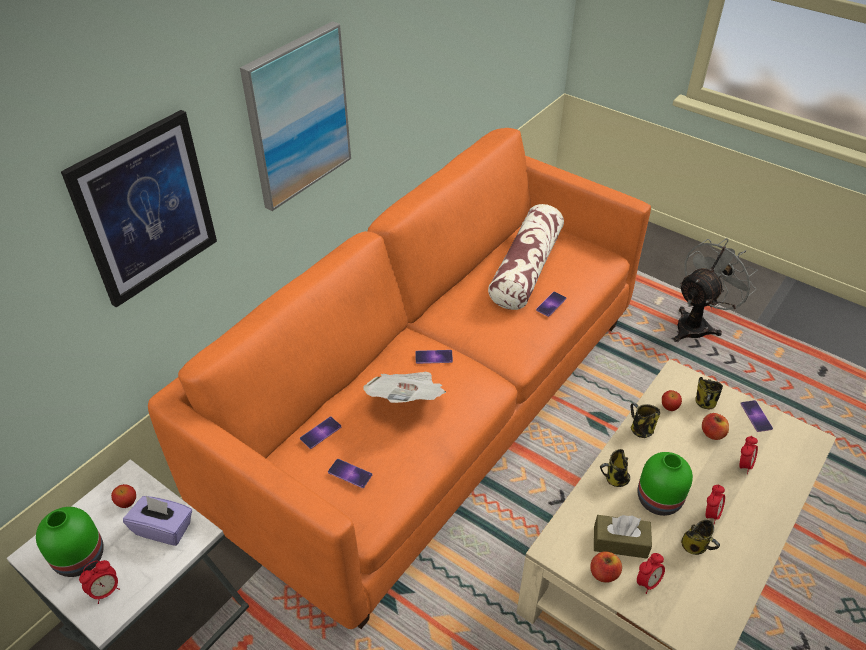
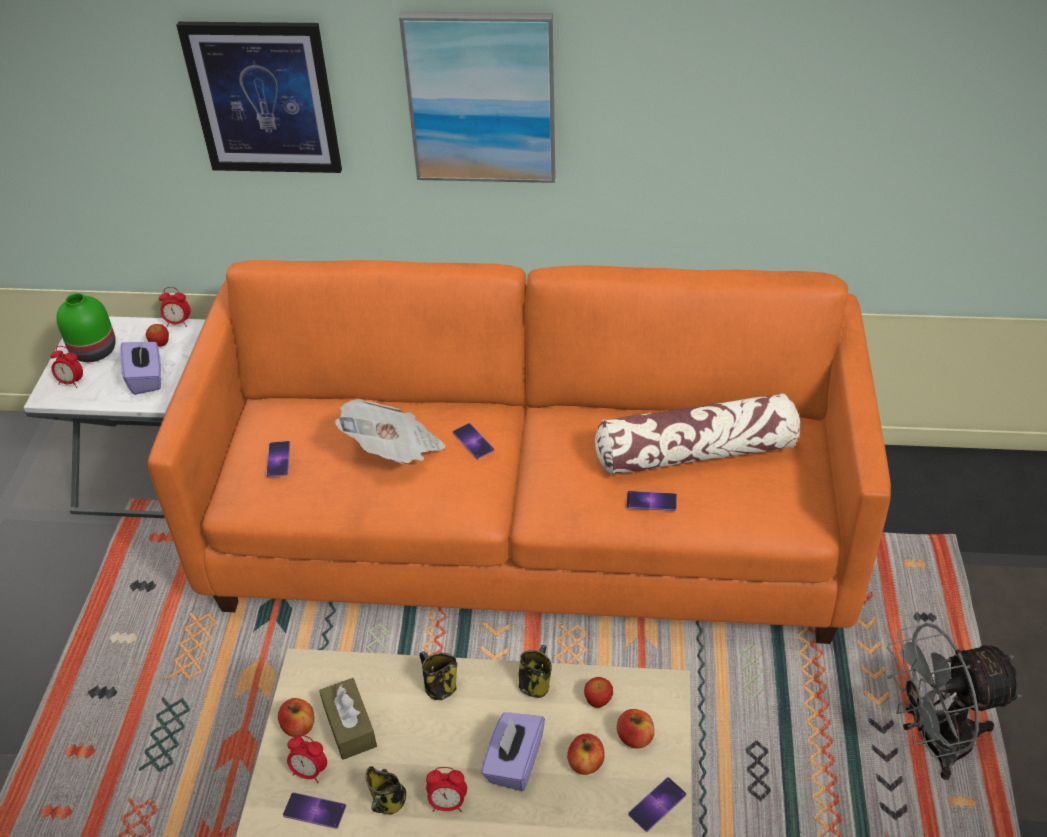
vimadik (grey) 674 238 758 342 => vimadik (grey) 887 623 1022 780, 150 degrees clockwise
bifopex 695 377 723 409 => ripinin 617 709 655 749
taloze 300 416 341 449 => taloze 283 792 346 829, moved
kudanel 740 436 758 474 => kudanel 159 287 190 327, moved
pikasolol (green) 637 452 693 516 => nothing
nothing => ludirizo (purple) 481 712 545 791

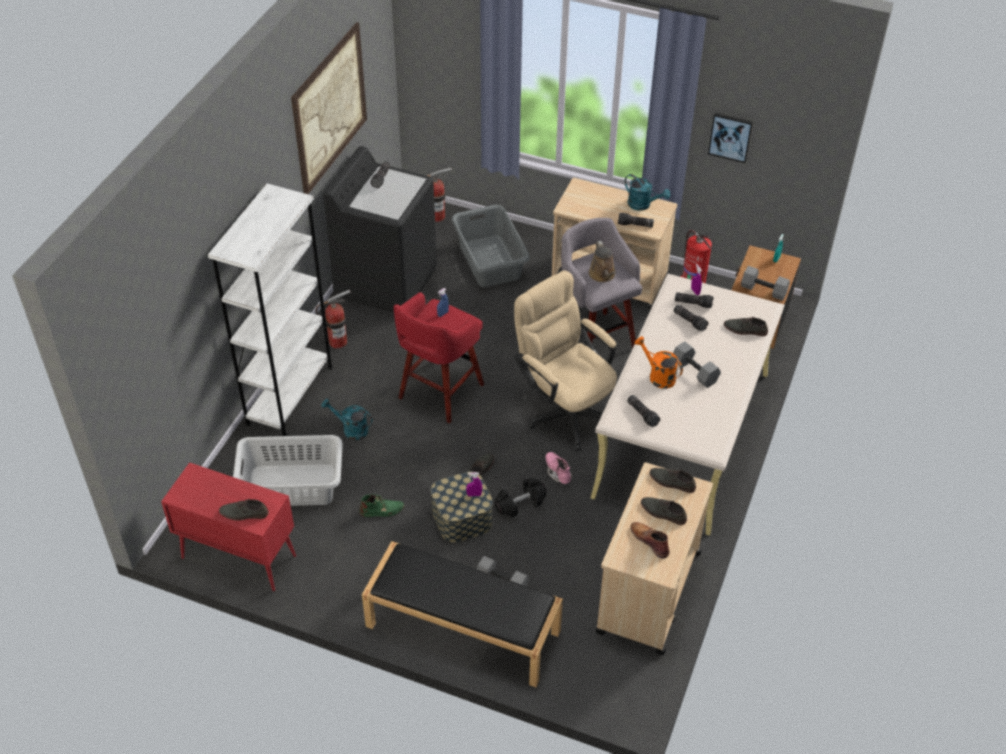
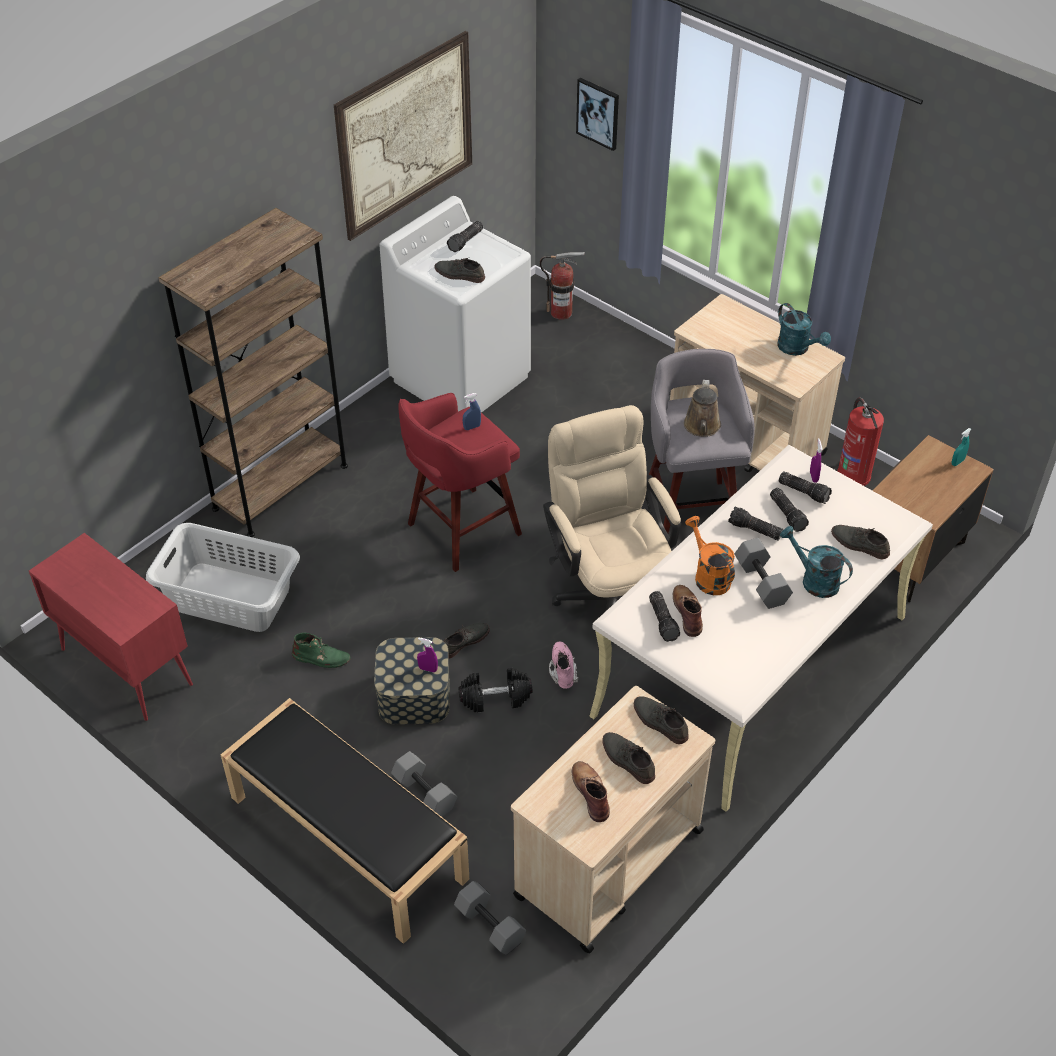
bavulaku 708 113 753 163 => bavulaku 576 78 619 151, moved
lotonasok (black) 323 146 437 313 => lotonasok (white) 379 196 531 413
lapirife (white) 208 183 333 436 => lapirife (brown) 158 208 348 537
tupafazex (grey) 451 205 530 287 => nothing
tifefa 618 213 654 228 => tifefa 728 507 783 541, moved
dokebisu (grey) 741 266 790 301 => dokebisu (grey) 454 881 526 955, moved
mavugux 315 290 351 348 => nothing
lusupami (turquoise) 321 399 373 440 => lusupami (turquoise) 780 526 853 598, moved
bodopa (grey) 219 498 269 521 => bodopa (grey) 434 258 485 283, moved
nothing => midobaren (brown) 673 585 703 637

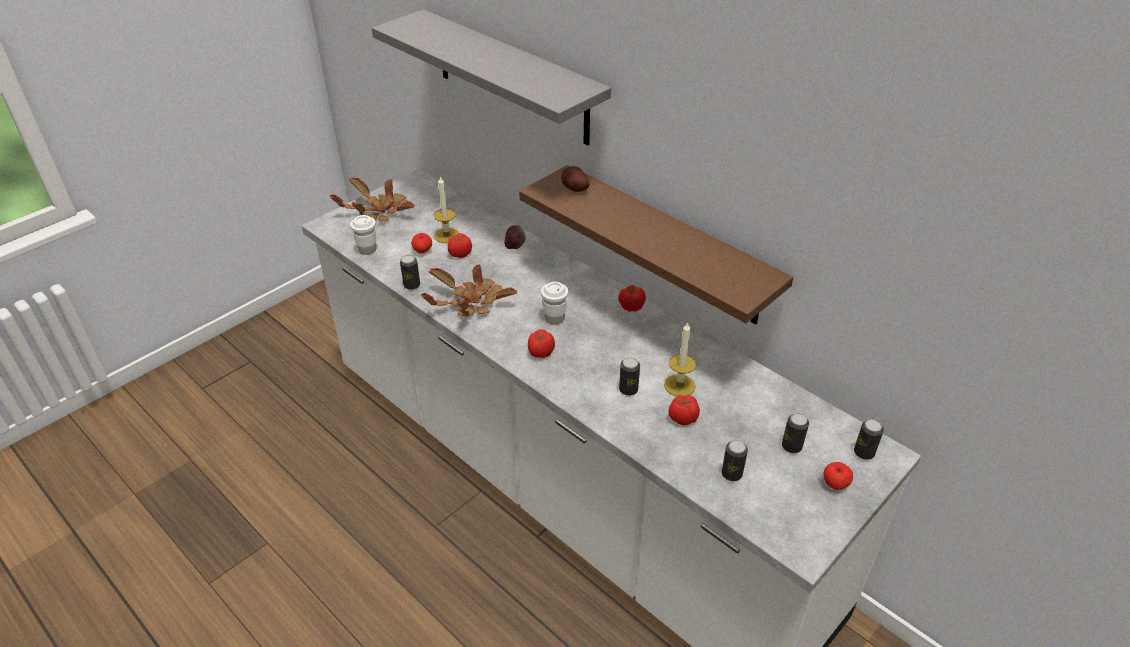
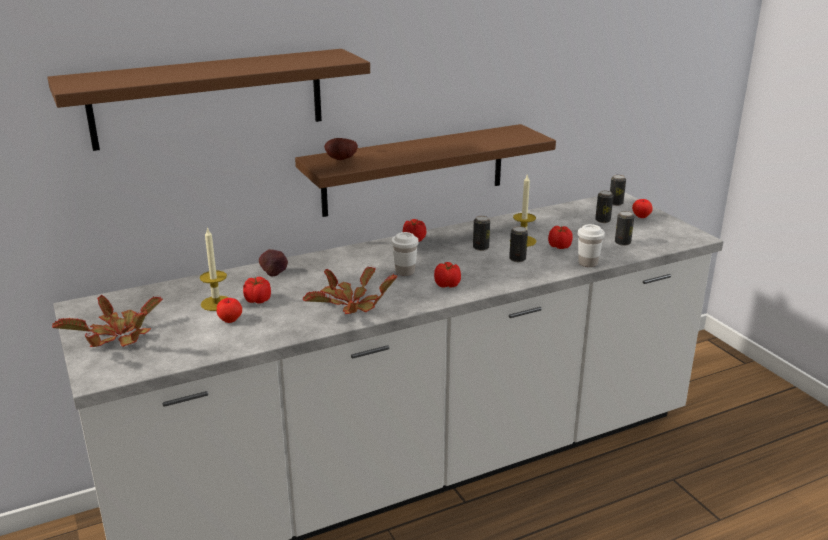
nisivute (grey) 372 9 611 146 => nisivute (brown) 47 49 370 151
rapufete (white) 350 215 377 255 => rapufete (white) 578 224 605 267, moved
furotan 400 255 420 290 => furotan 473 216 490 251, moved

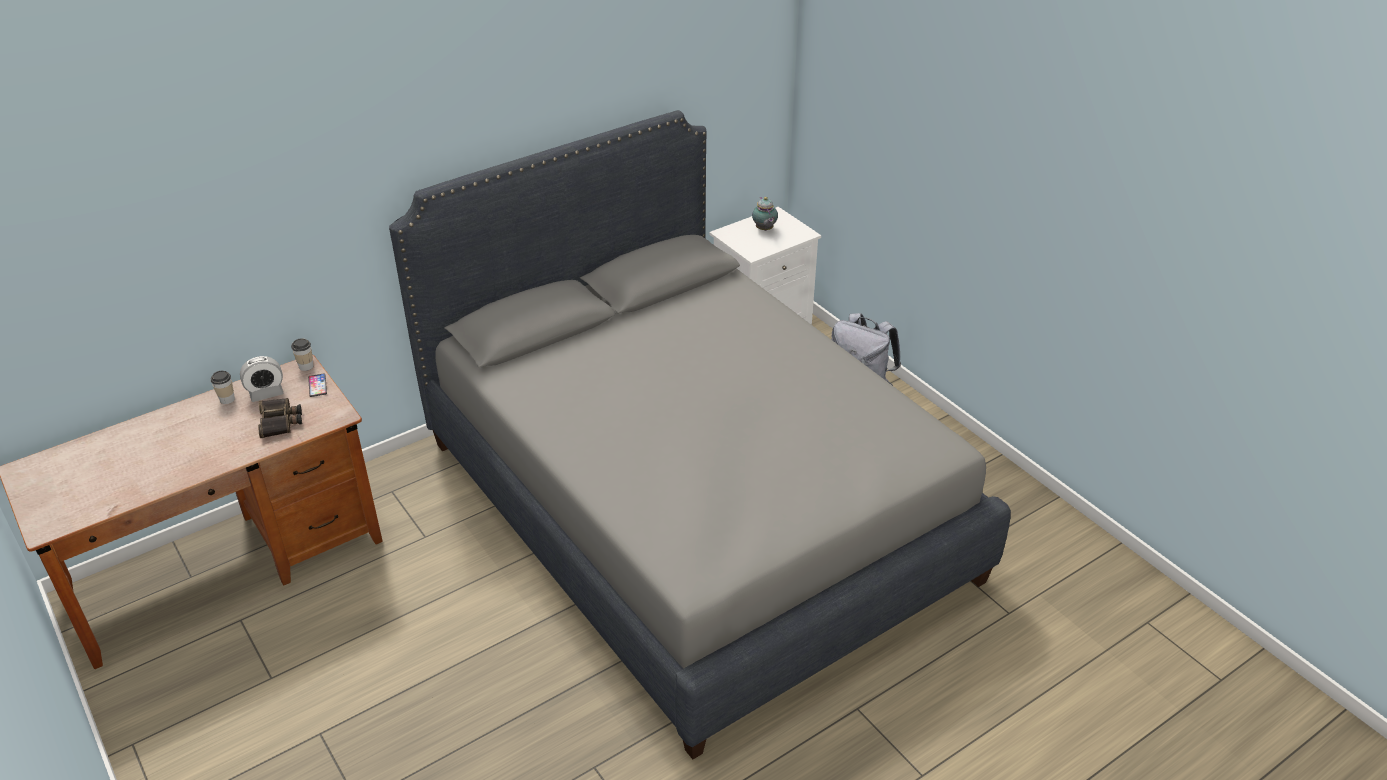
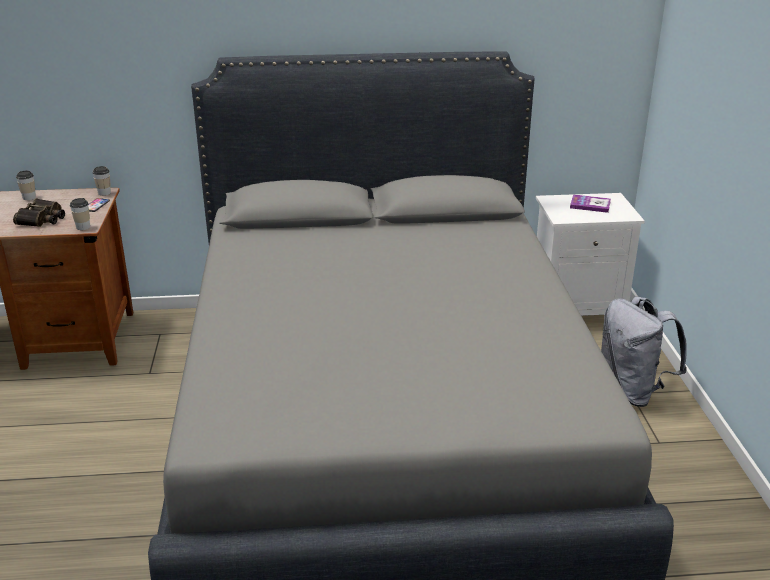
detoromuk 752 197 778 231 => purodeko 570 194 611 213
kudanel 240 356 284 402 => nothing
nothing => rapufete 70 198 90 230

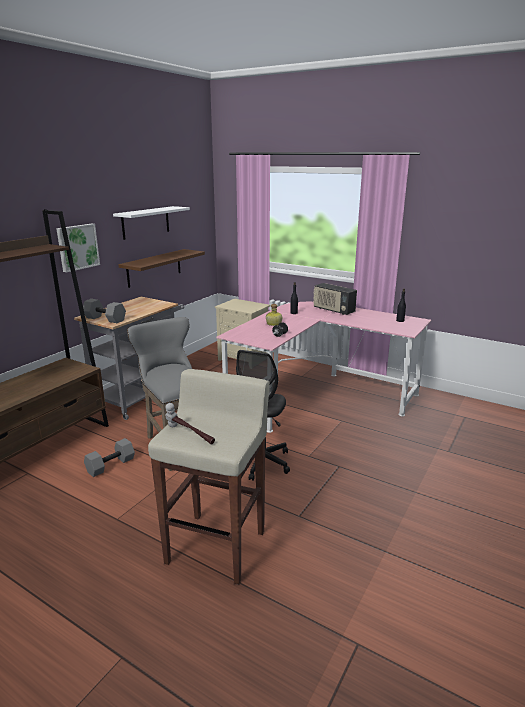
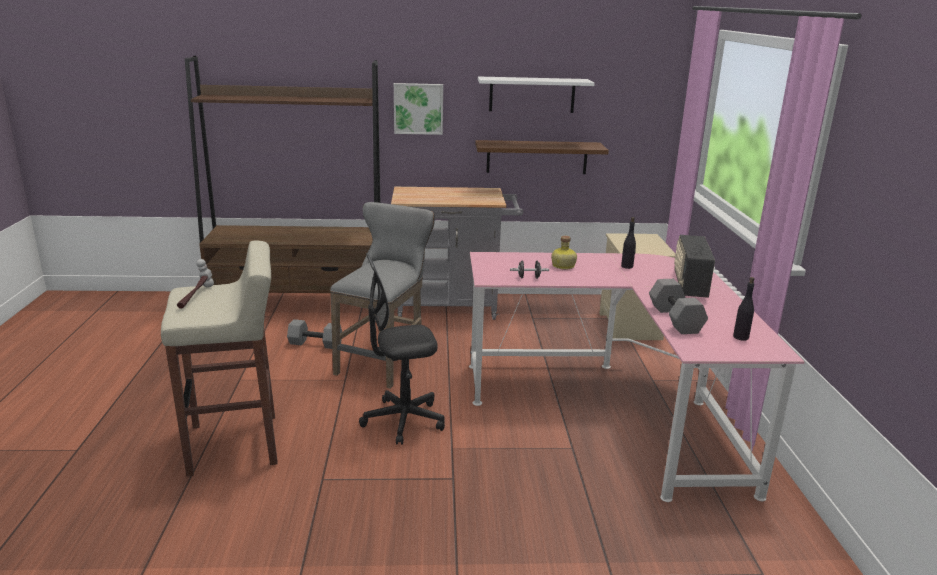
dokebisu (grey) 83 299 126 323 => dokebisu (grey) 649 279 708 334, moved

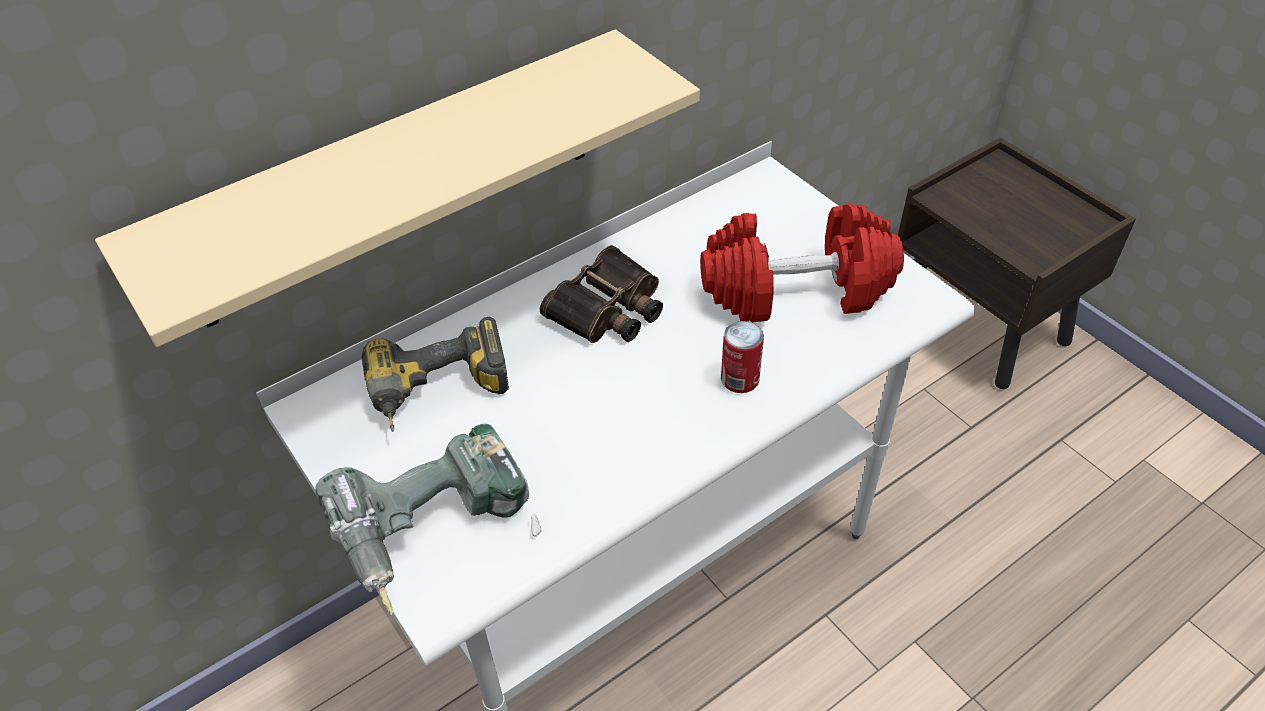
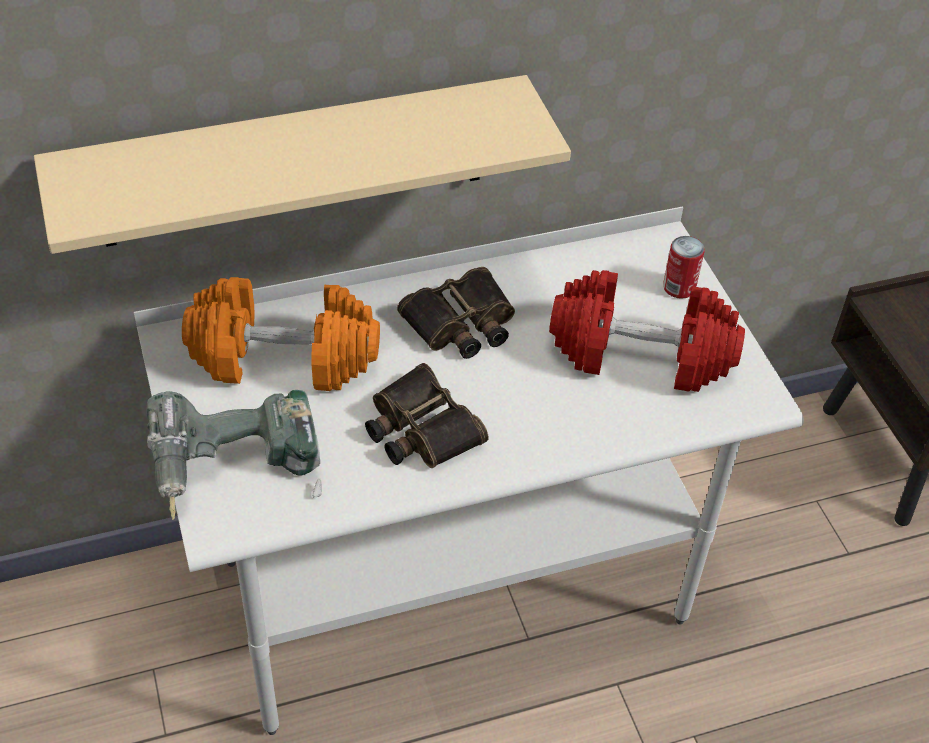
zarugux 362 317 509 432 => dokebisu (orange) 182 277 380 391
furotan 721 321 764 393 => furotan 663 236 705 299, moved
nothing => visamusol 365 363 488 468

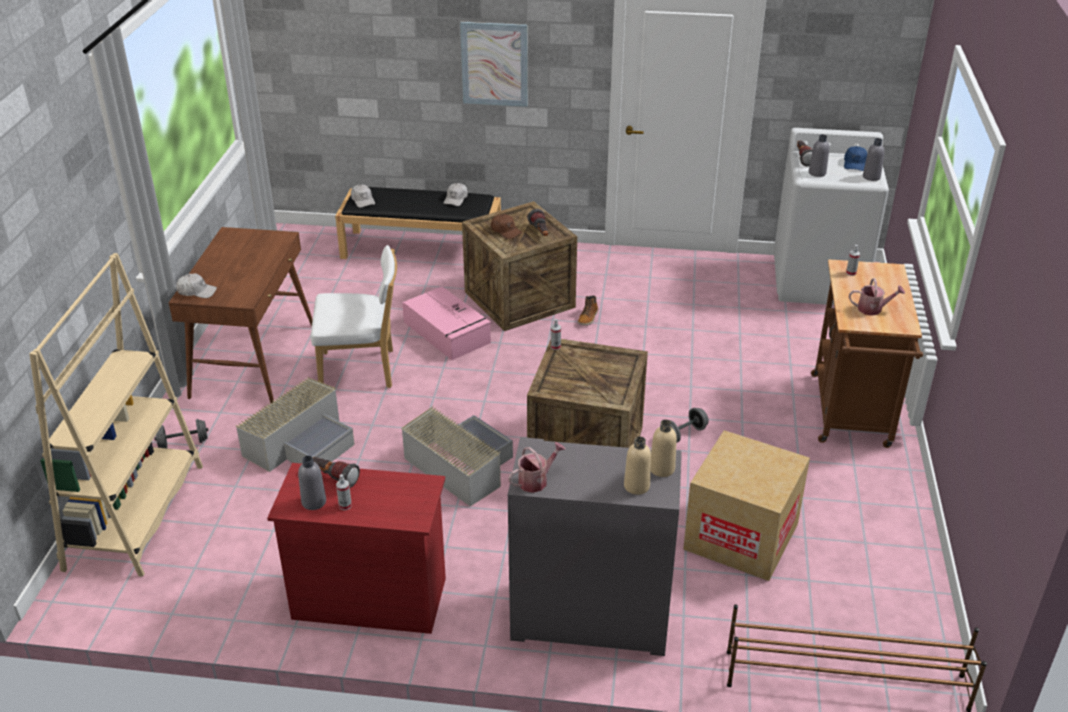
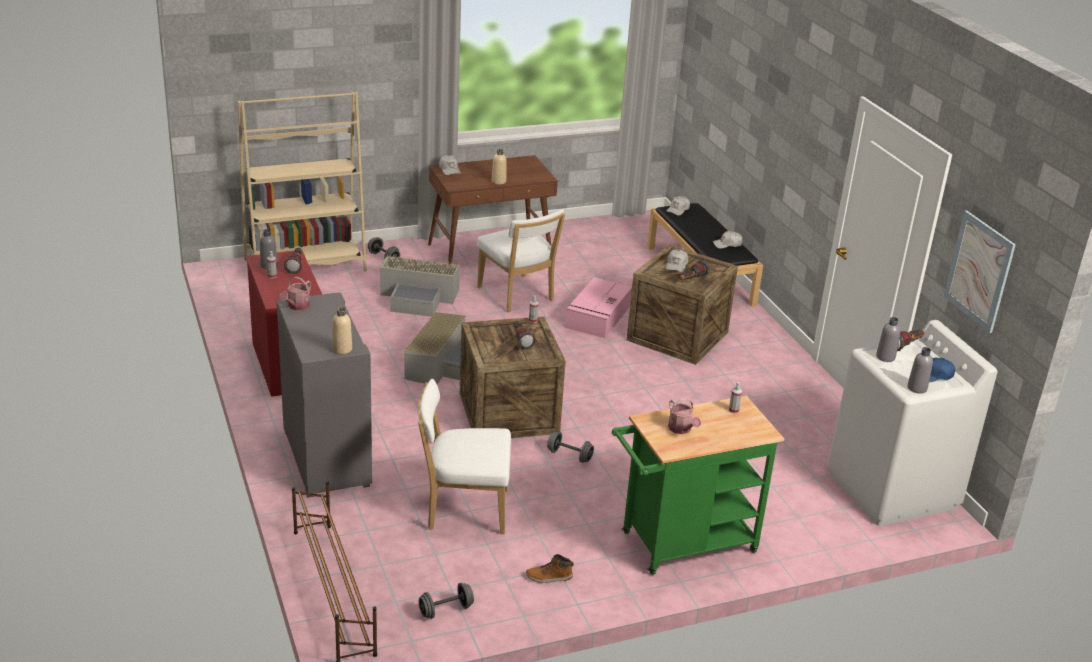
bavulaku 460 22 528 107 => bavulaku 944 210 1016 333, moved
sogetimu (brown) 491 214 522 239 => sogetimu (white) 666 249 688 272
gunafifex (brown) 811 259 923 448 => gunafifex (green) 612 396 784 575
midobaren 578 295 598 326 => midobaren 526 554 574 583, moved
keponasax 683 430 810 581 => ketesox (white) 418 379 511 534
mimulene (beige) 624 436 651 495 => mimulene (beige) 492 149 507 184, moved
lusupami 508 442 566 493 => lusupami 279 277 311 310, 90 degrees clockwise
nothing => tifefa 513 321 536 349
nothing => dokebisu (grey) 419 583 474 619

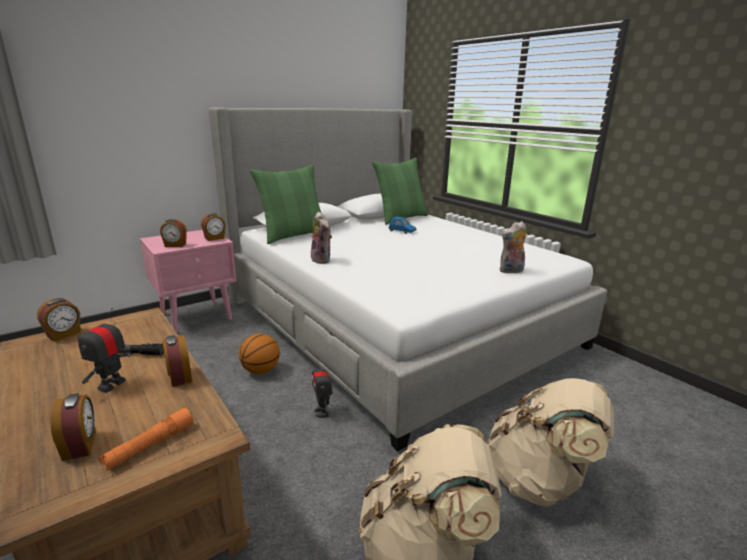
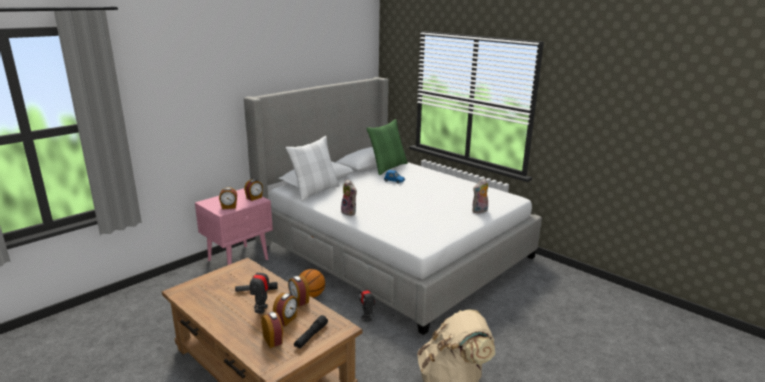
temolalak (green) 250 165 321 244 => temolalak (white) 285 136 340 201
kudanel 37 298 81 342 => kudanel 273 293 298 326, moved
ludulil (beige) 487 378 614 507 => nothing
tifefa (orange) 99 408 193 471 => tifefa (black) 294 315 328 348

